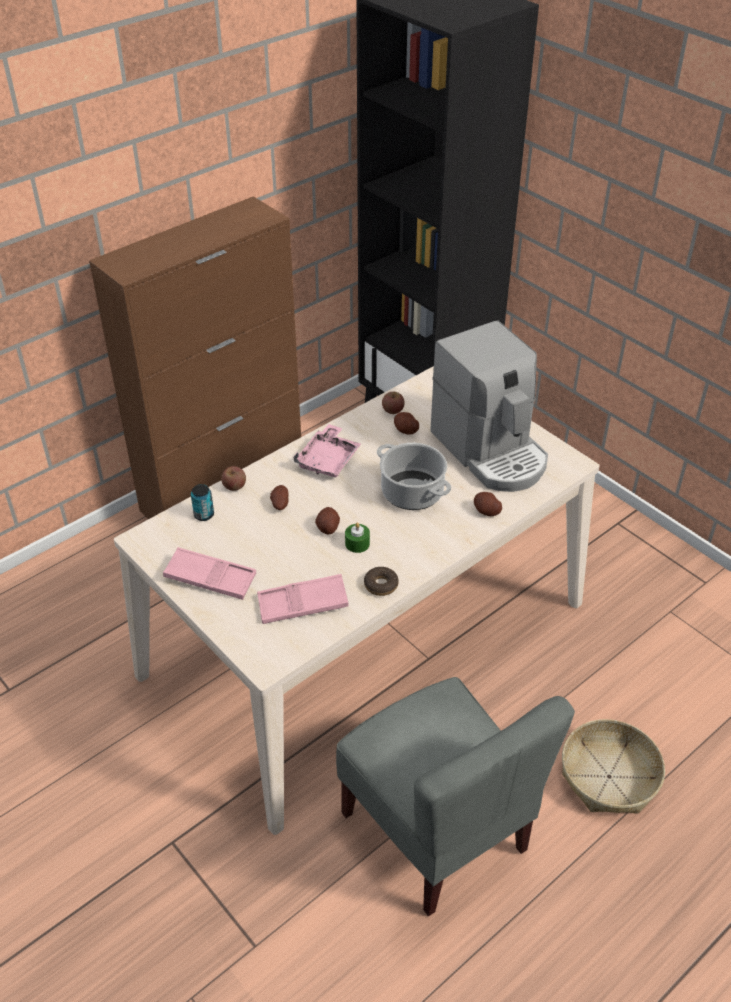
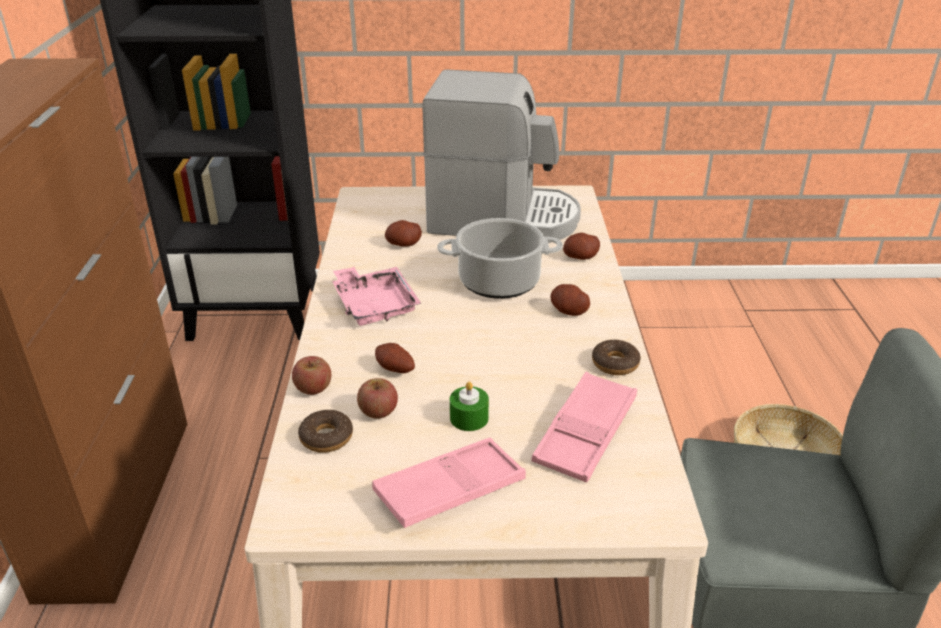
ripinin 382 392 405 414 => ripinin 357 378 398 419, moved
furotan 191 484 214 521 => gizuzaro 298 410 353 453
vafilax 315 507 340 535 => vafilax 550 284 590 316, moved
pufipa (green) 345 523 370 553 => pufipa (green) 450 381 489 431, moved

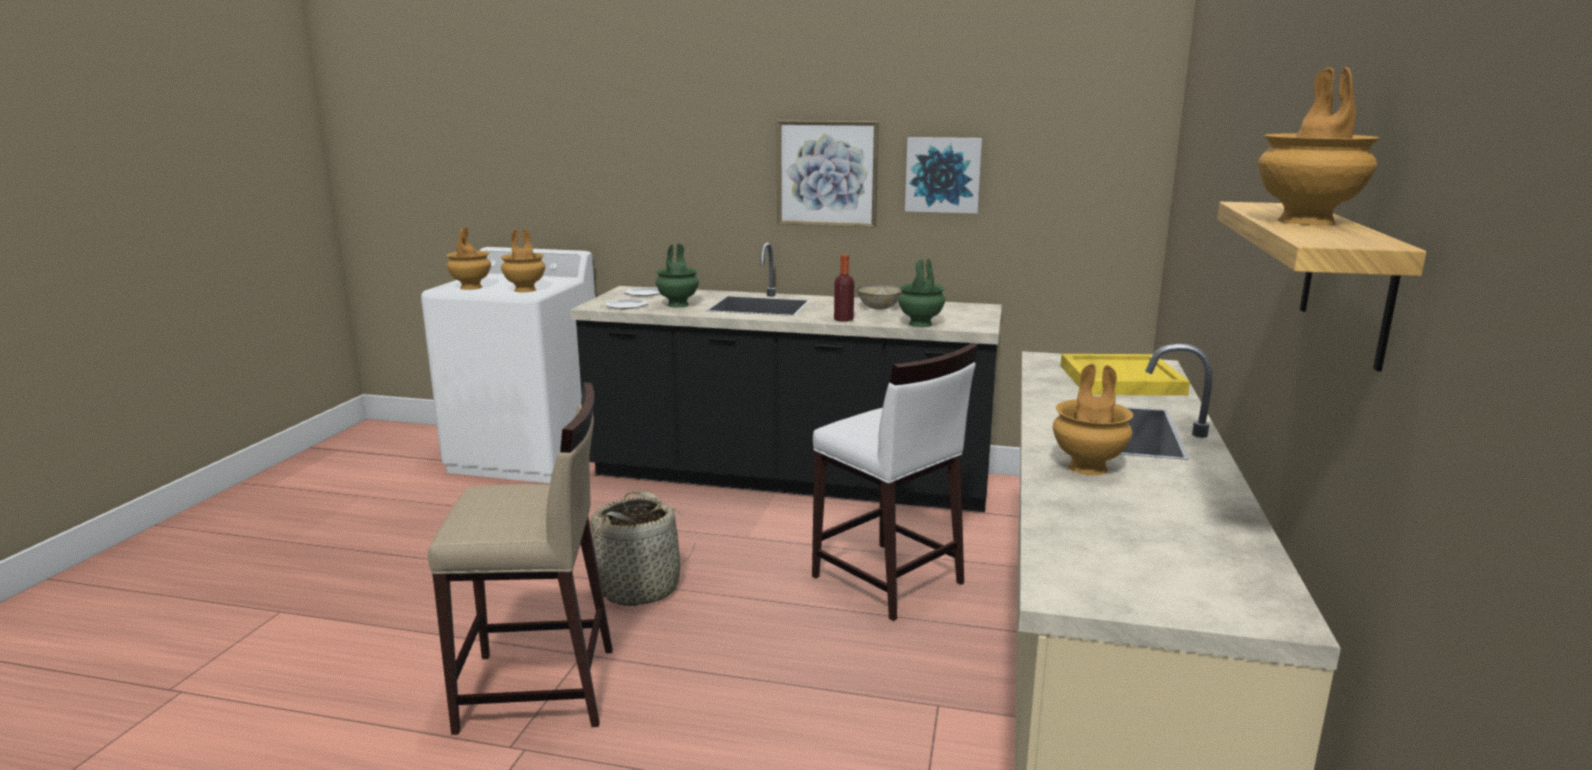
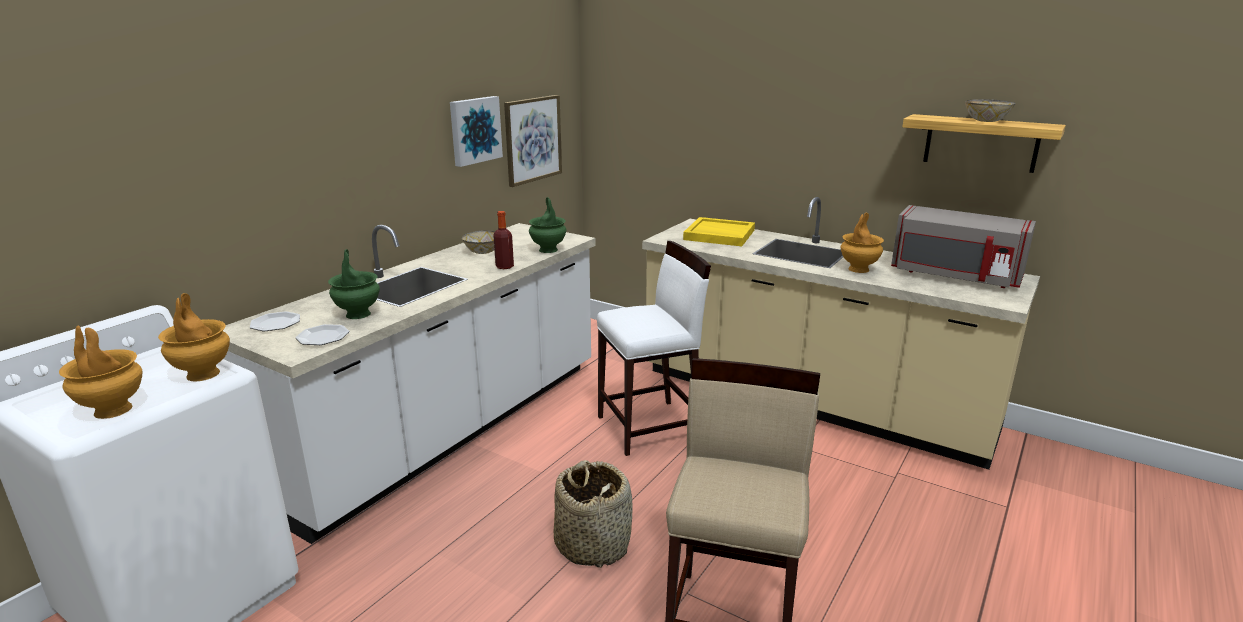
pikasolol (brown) 1258 67 1380 225 => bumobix 965 99 1016 122
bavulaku 776 121 879 227 => bavulaku 504 95 562 187, moved
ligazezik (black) 570 243 1002 512 => ligazezik (white) 223 223 596 544
nothing => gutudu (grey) 891 205 1036 288

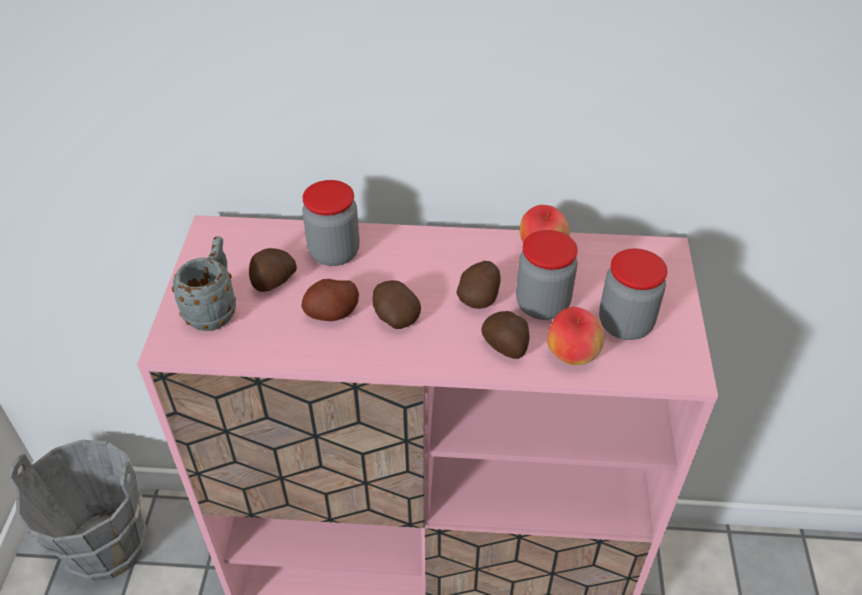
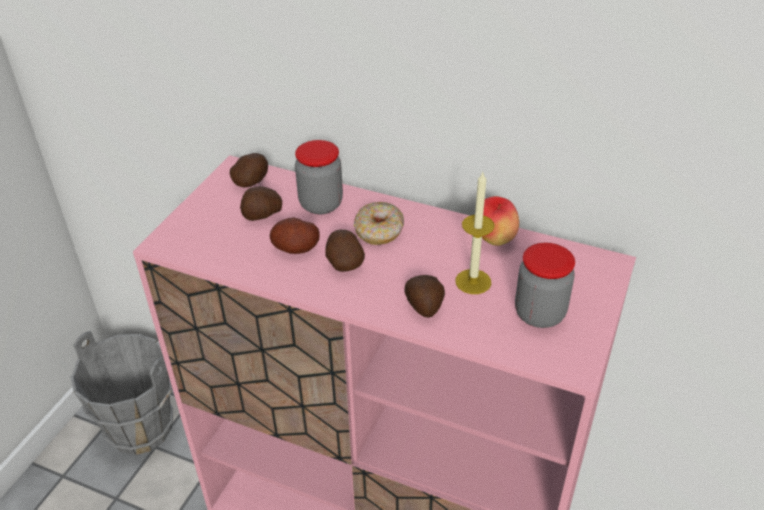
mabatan 516 230 578 320 => pufipa 455 172 495 294
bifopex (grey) 172 236 236 331 => nothing
vafilax 456 261 501 309 => vafilax 230 153 268 188, moved
ripinin 547 307 605 365 => nothing
nothing => gizuzaro 354 202 404 245

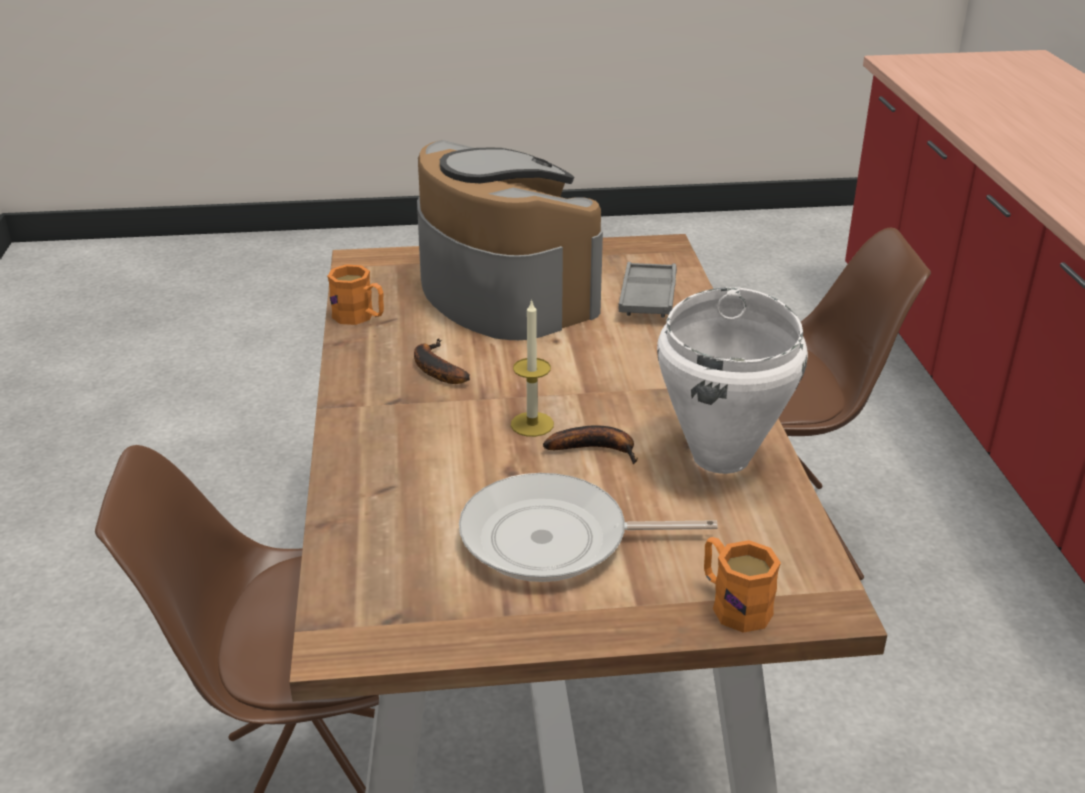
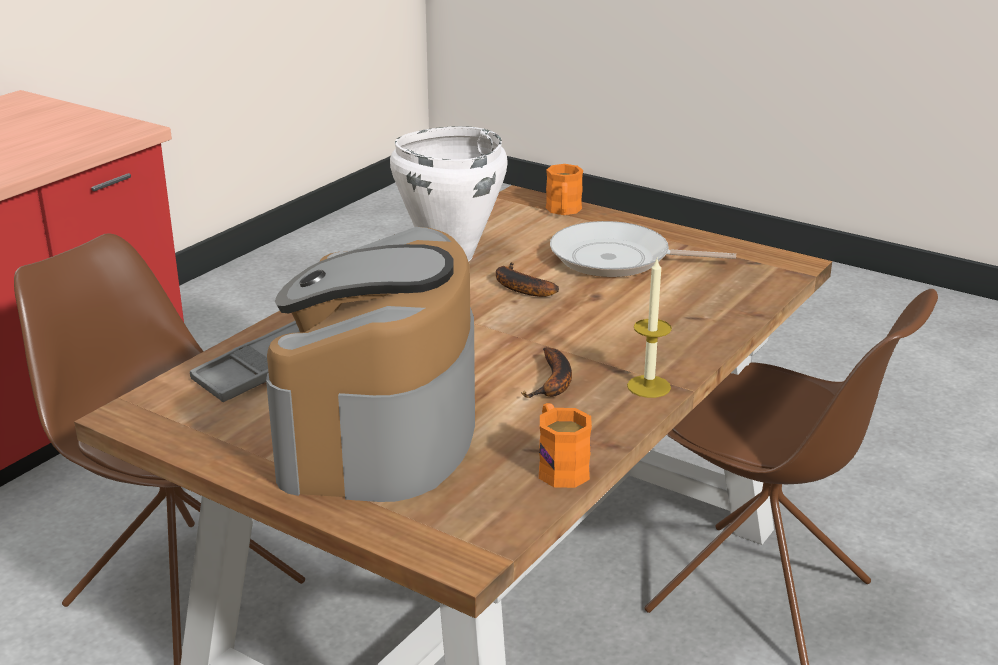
pufipa 511 299 554 437 => pufipa 627 259 672 398, moved
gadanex 459 473 718 582 => gadanex 550 221 736 277, 150 degrees clockwise

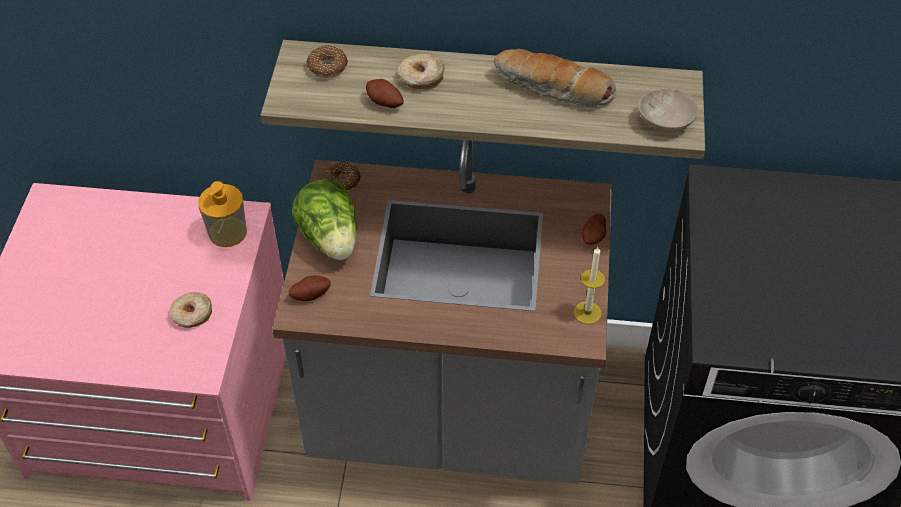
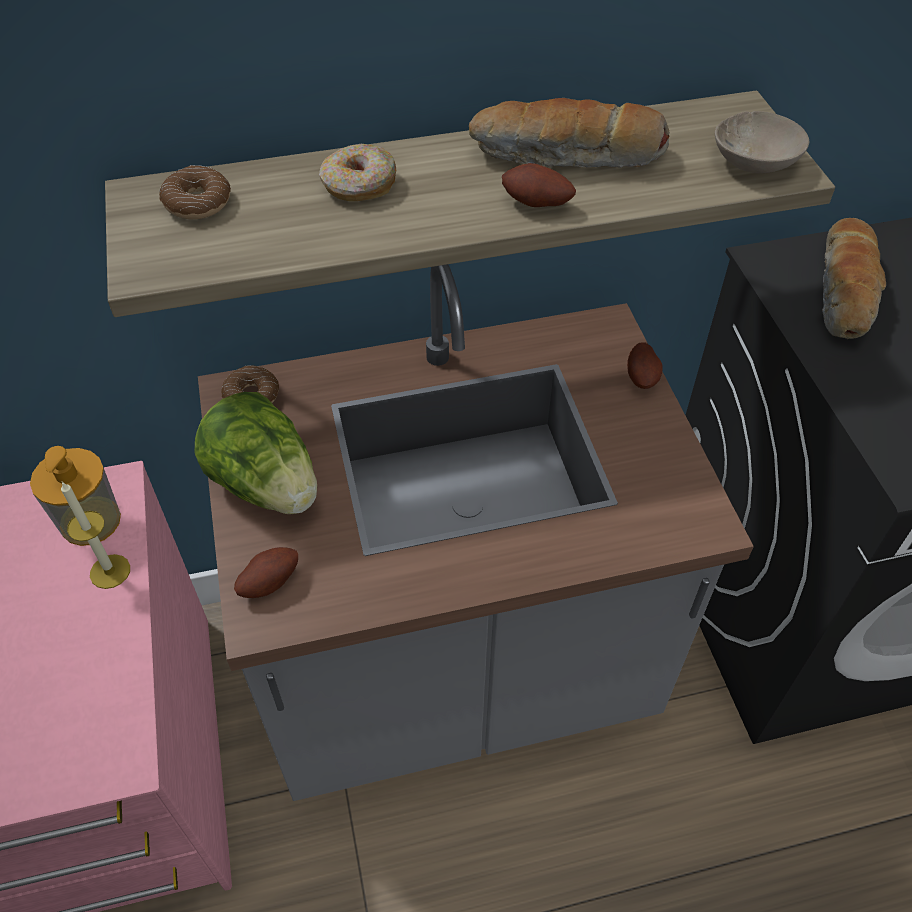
vafilax 366 79 404 108 => vafilax 502 163 576 207, moved
pufipa 574 247 605 324 => pufipa 61 482 130 589, moved
gizuzaro 169 292 212 328 => nothing
nothing => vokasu 822 218 886 339

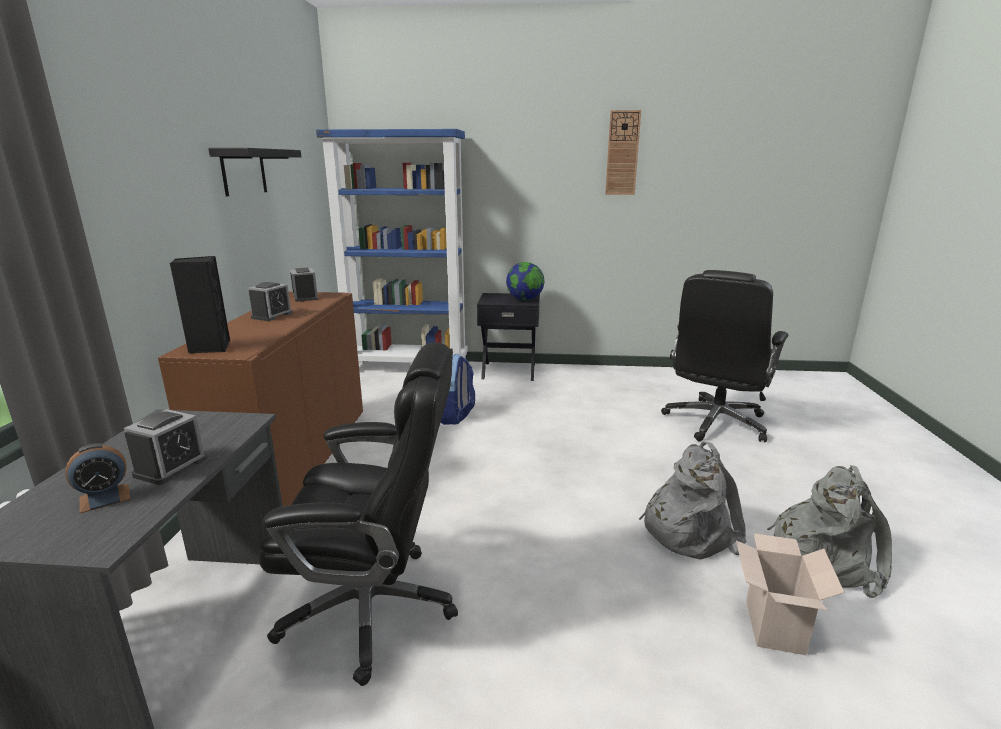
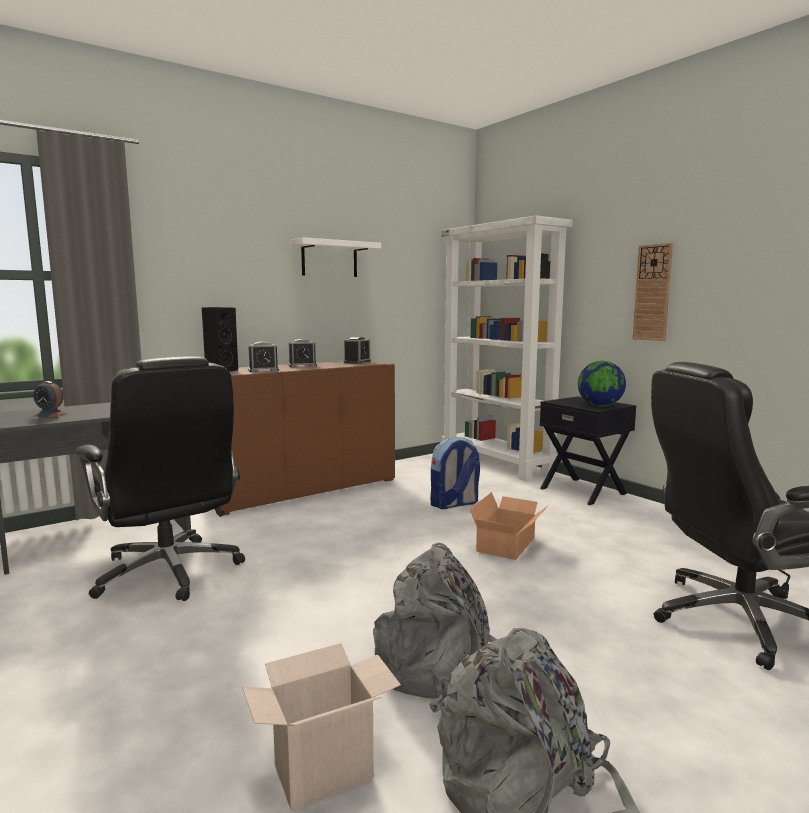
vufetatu 605 110 641 195 => vufetatu 632 243 673 341, moved
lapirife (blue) 316 129 468 363 => lapirife (white) 441 215 573 481
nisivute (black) 208 148 301 196 => nisivute (white) 289 237 381 277
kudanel 124 409 208 485 => kudanel 248 342 279 372, moved
nothing => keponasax 470 492 549 560

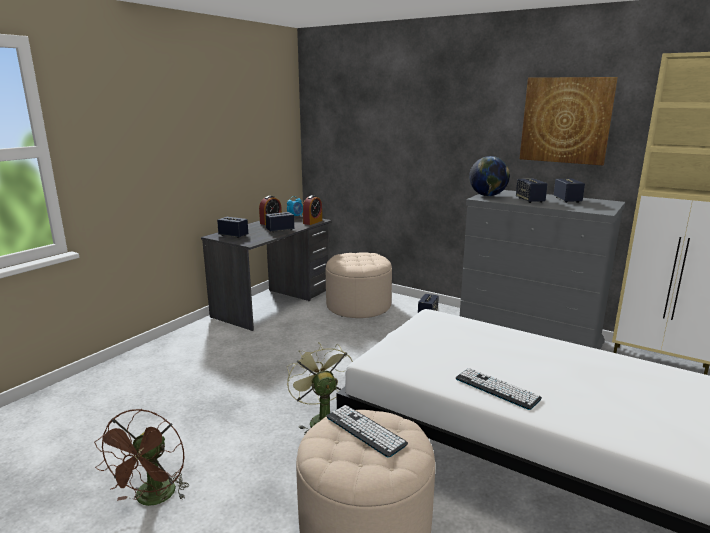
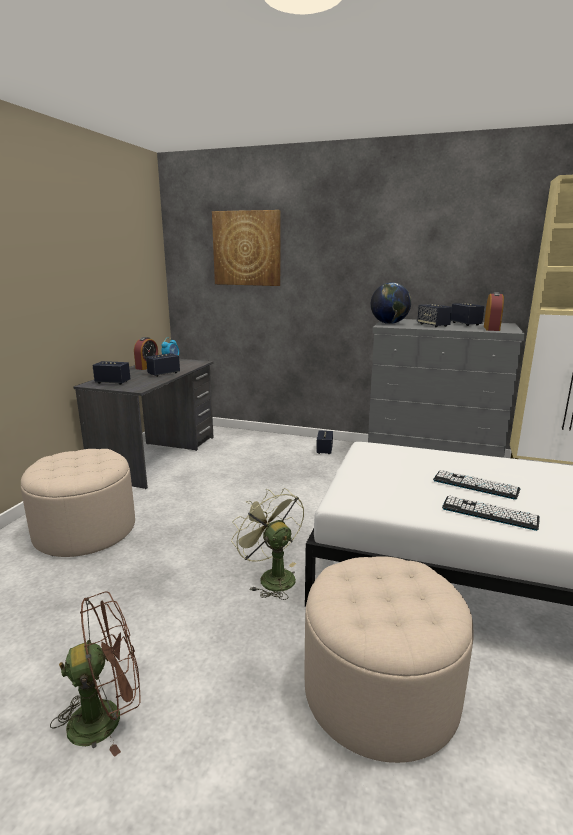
bavulaku 519 77 618 165 => bavulaku 212 210 280 286, moved
kudanel 303 195 322 225 => kudanel 484 292 504 331, moved
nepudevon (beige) 326 252 392 318 => nepudevon (beige) 21 449 135 557, moved
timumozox 326 405 408 458 => timumozox 433 470 520 500, moved
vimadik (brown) 94 409 189 506 => vimadik (brown) 50 591 140 757, 105 degrees counterclockwise

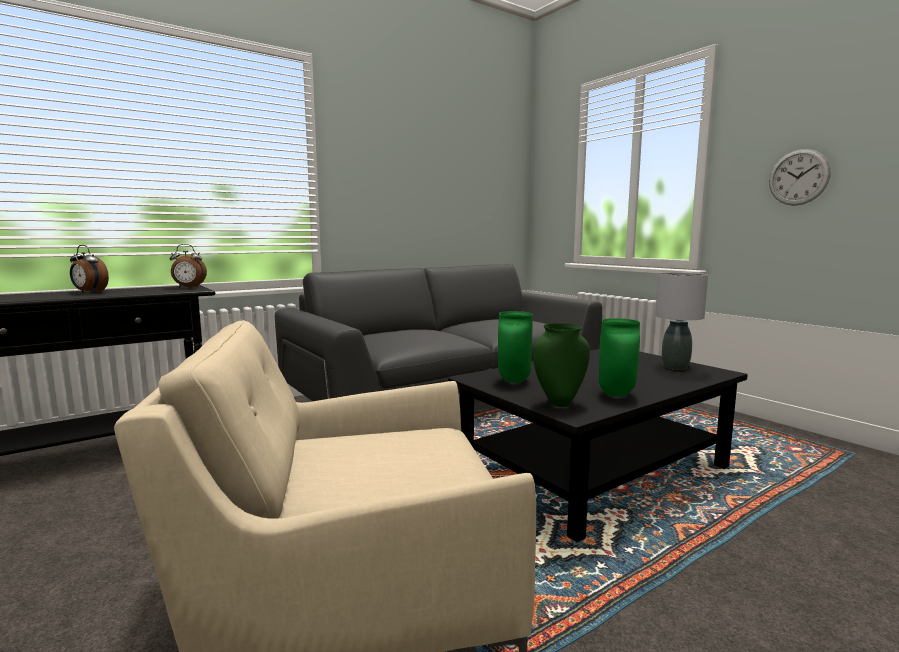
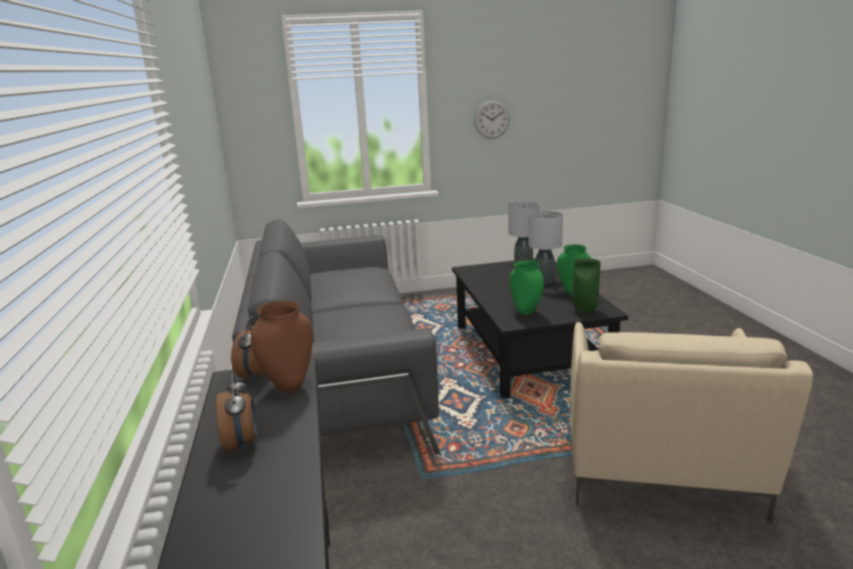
kudanel 70 245 109 293 => kudanel 216 373 257 453, 60 degrees counterclockwise
nothing => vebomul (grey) 528 211 563 283
nothing => pikasolol (brown) 251 301 313 393

